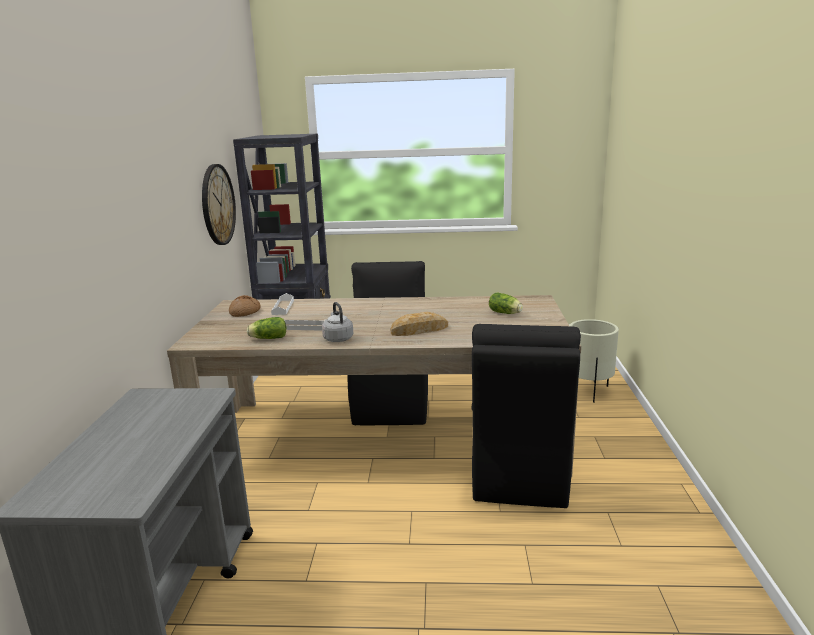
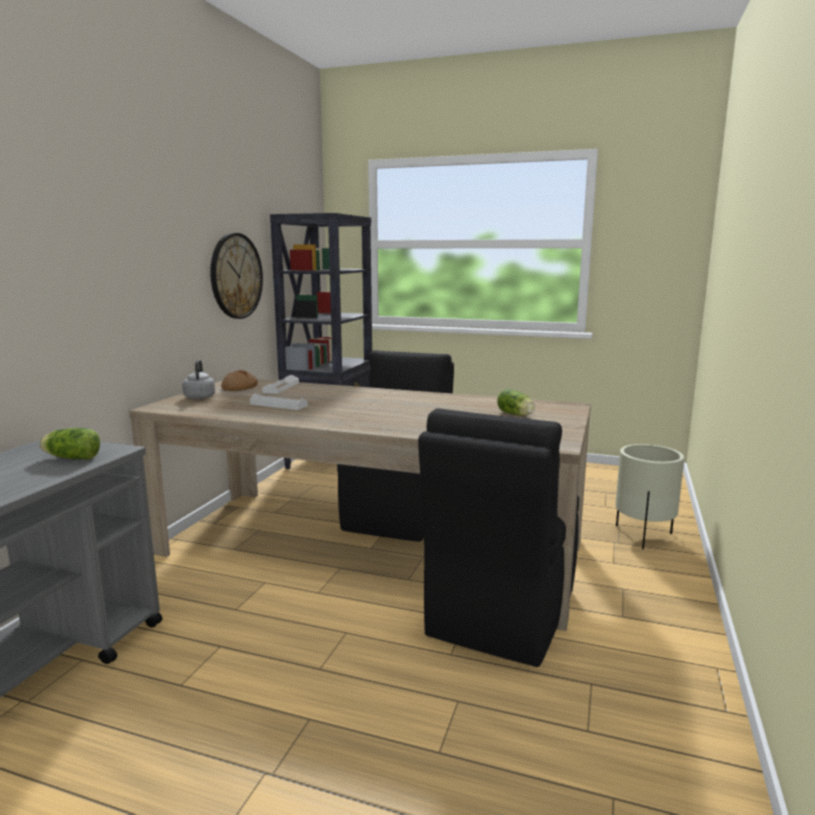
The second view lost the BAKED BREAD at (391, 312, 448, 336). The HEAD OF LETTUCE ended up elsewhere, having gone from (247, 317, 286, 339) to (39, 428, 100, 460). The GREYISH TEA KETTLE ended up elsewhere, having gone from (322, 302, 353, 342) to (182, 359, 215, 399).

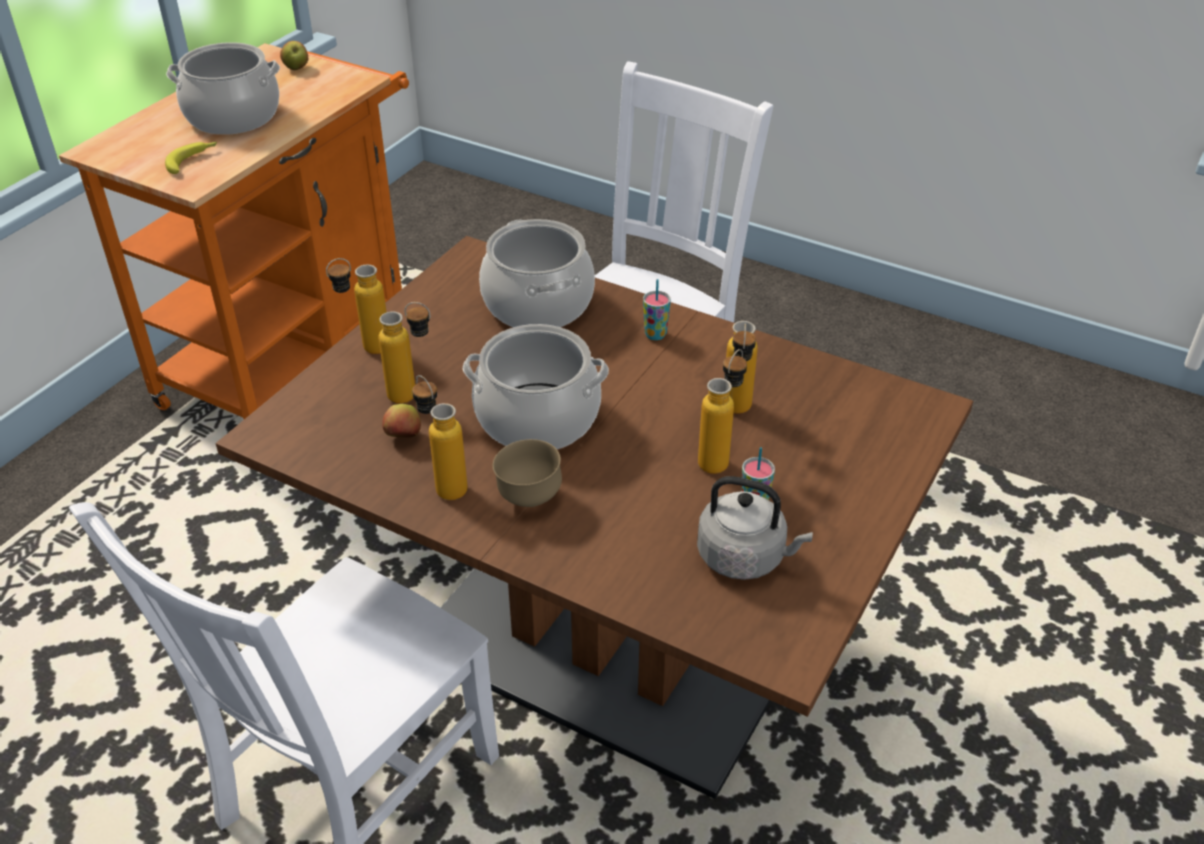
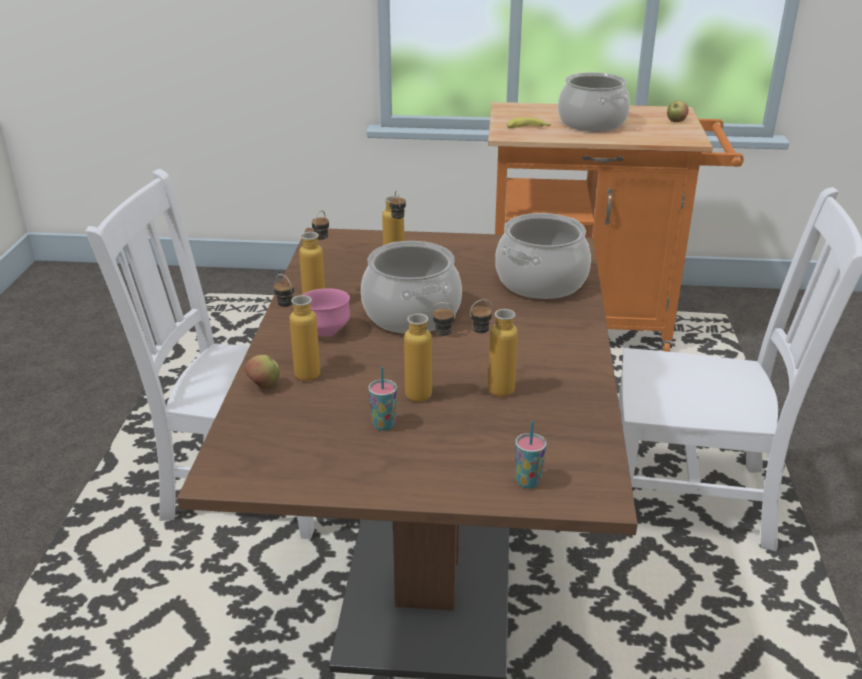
The second view lost the GREYISH TEA KETTLE at (697, 476, 813, 580). The DRINK BOTTLE ended up elsewhere, having gone from (326, 258, 386, 354) to (274, 274, 320, 381). The WHOLE APPLE ended up elsewhere, having gone from (382, 404, 421, 438) to (245, 355, 280, 389). The SMALL CUP ended up elsewhere, having gone from (643, 279, 671, 340) to (515, 421, 547, 488). What was the BROWNISH DEEP DISH at (493, 439, 562, 507) turned into the PINK DEEP DISH at (302, 288, 350, 337).

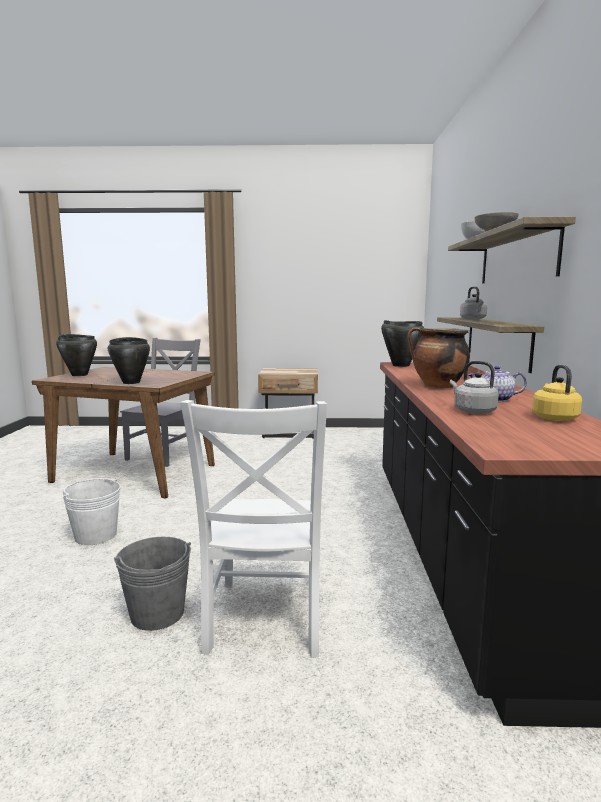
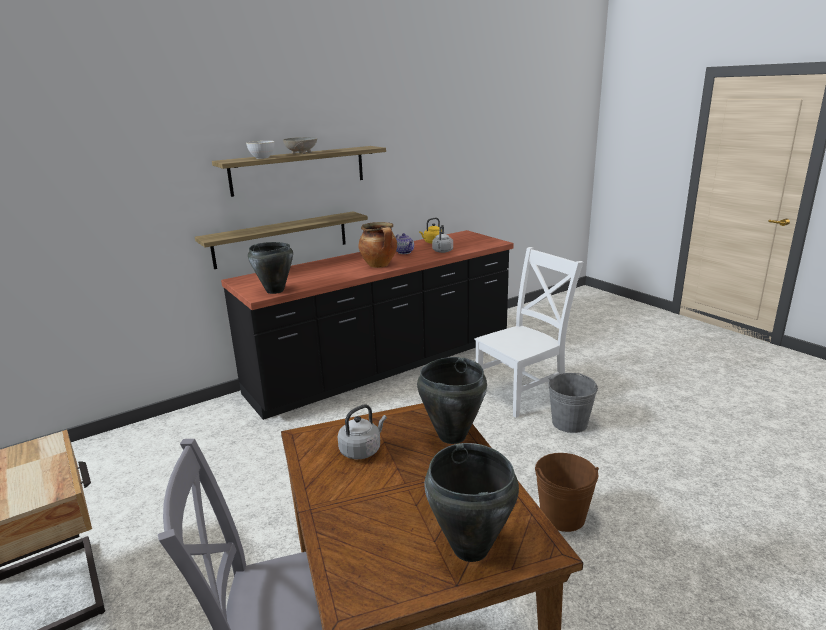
The GREYISH TEA KETTLE ended up elsewhere, having gone from (460, 287, 487, 320) to (338, 404, 387, 459). What was the WHITISH WATER BUCKET at (62, 478, 121, 545) turned into the BROWNISH WATER BUCKET at (535, 453, 599, 532).

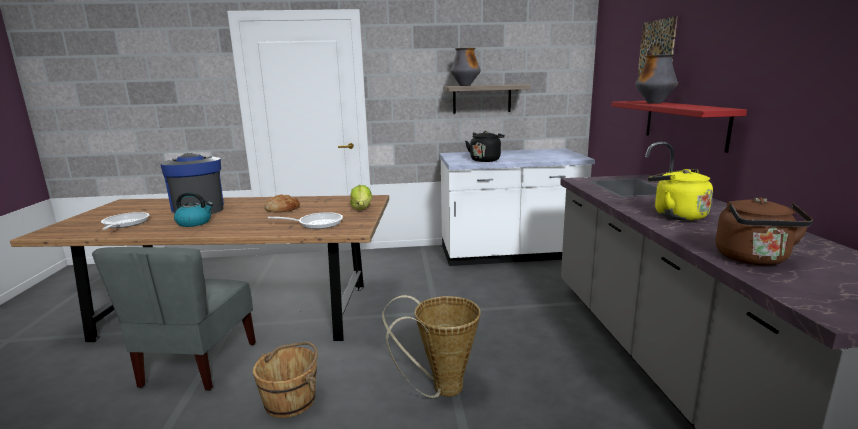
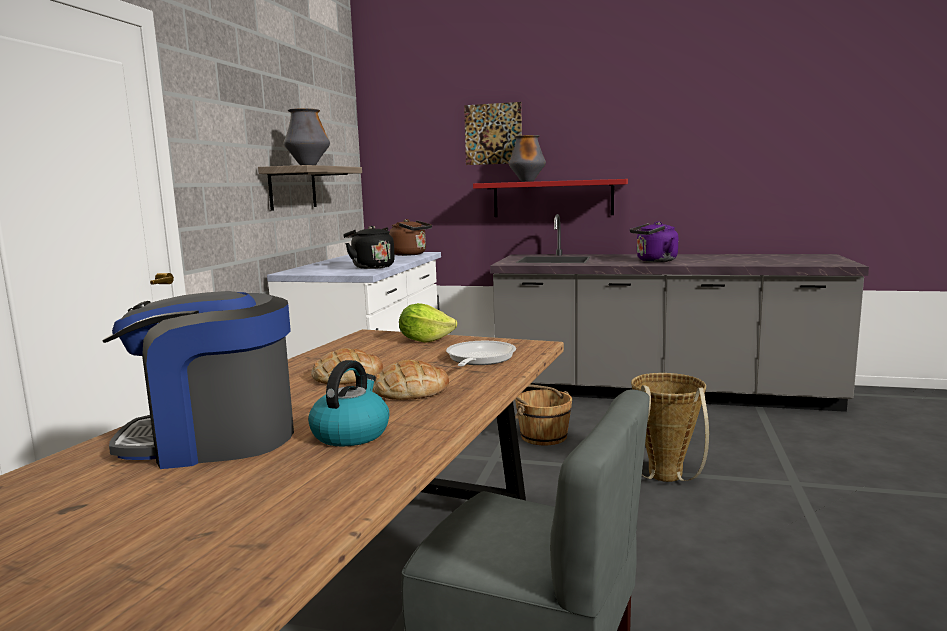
The second view lost the SKILLET at (101, 212, 149, 230). The second view gained the BAKED BREAD at (373, 360, 449, 400). The BROWNISH WATER BUCKET ended up elsewhere, having gone from (253, 341, 318, 418) to (515, 384, 572, 445). The BROWNISH TEA KETTLE ended up elsewhere, having gone from (716, 197, 813, 266) to (389, 219, 432, 256). What was the YELLOW TEA KETTLE at (648, 169, 713, 221) turned into the PURPLISH TEA KETTLE at (630, 221, 678, 262).

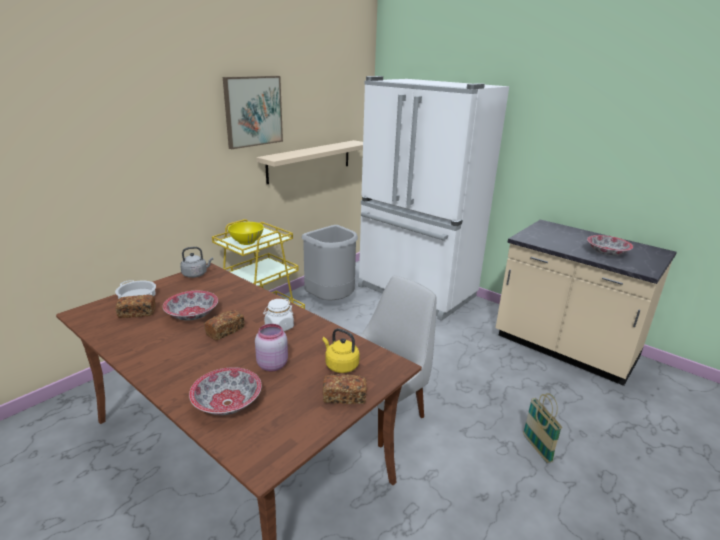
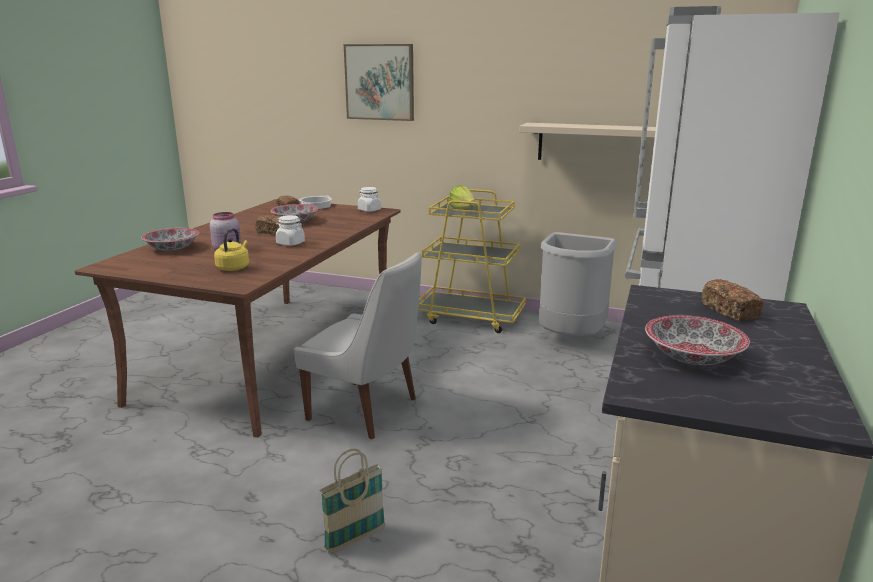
The WALL ART ended up elsewhere, having gone from (223, 76, 283, 149) to (344, 44, 414, 121). The BAKED BREAD ended up elsewhere, having gone from (323, 374, 367, 404) to (702, 279, 763, 321). Where the GREYISH TEA KETTLE stood at (180, 247, 213, 278), the WHITISH JAR came to stand at (358, 187, 381, 212). Where the YELLOW DEEP DISH stood at (228, 222, 264, 245), the HEAD OF LETTUCE came to stand at (449, 185, 475, 210).

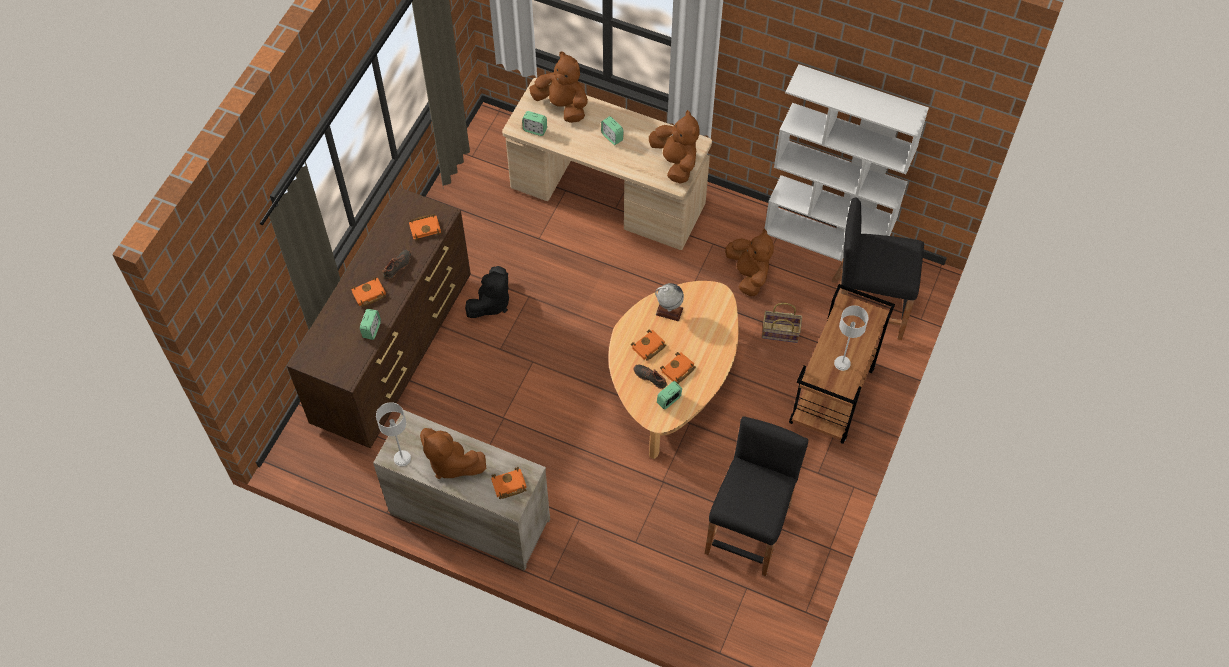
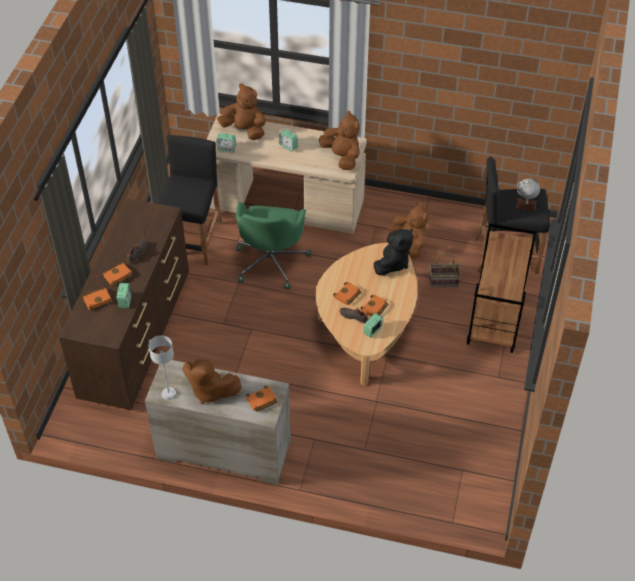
The second view lost the WHITISH BOOKCASE at (765, 64, 929, 261). The second view lost the GREYISH TABLE LAMP at (834, 305, 869, 371). The second view gained the GREENISH DESK CHAIR at (236, 202, 311, 290). The ORANGE BOUND BOOK ended up elsewhere, having gone from (409, 214, 441, 241) to (83, 287, 111, 310). The BLACK CUDDLY TOY ended up elsewhere, having gone from (465, 266, 509, 318) to (374, 228, 413, 275). The GLOBE ended up elsewhere, having gone from (655, 283, 684, 322) to (516, 178, 540, 211). The BLACK STOOL SEAT ended up elsewhere, having gone from (705, 417, 808, 576) to (157, 135, 222, 265).

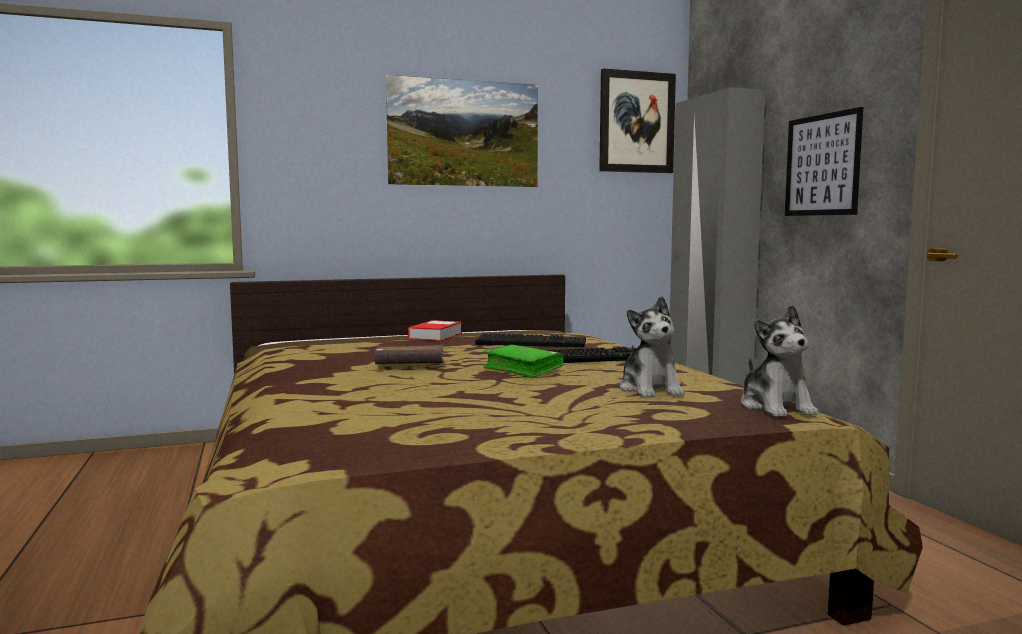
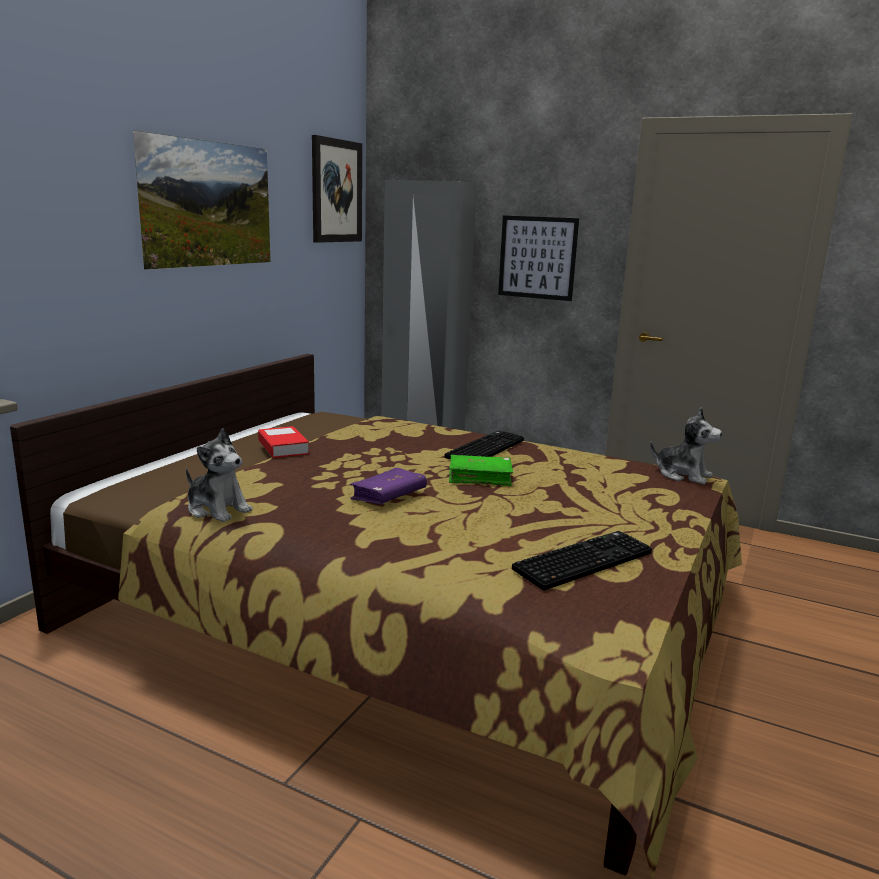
The PC KEYBOARD ended up elsewhere, having gone from (475, 333, 586, 347) to (512, 531, 652, 591). The CUDDLY TOY ended up elsewhere, having gone from (620, 296, 684, 398) to (186, 428, 252, 522). What was the BROWNISH BOUND BOOK at (374, 345, 444, 364) turned into the PURPLISH BOUND BOOK at (349, 467, 427, 504).

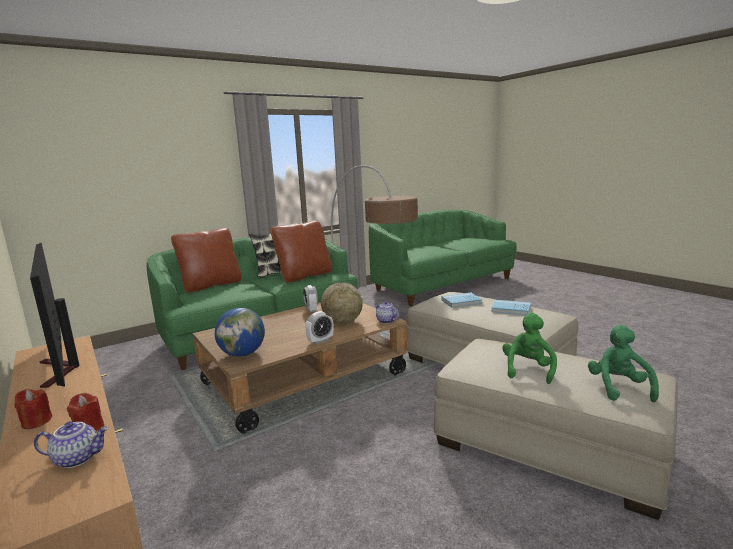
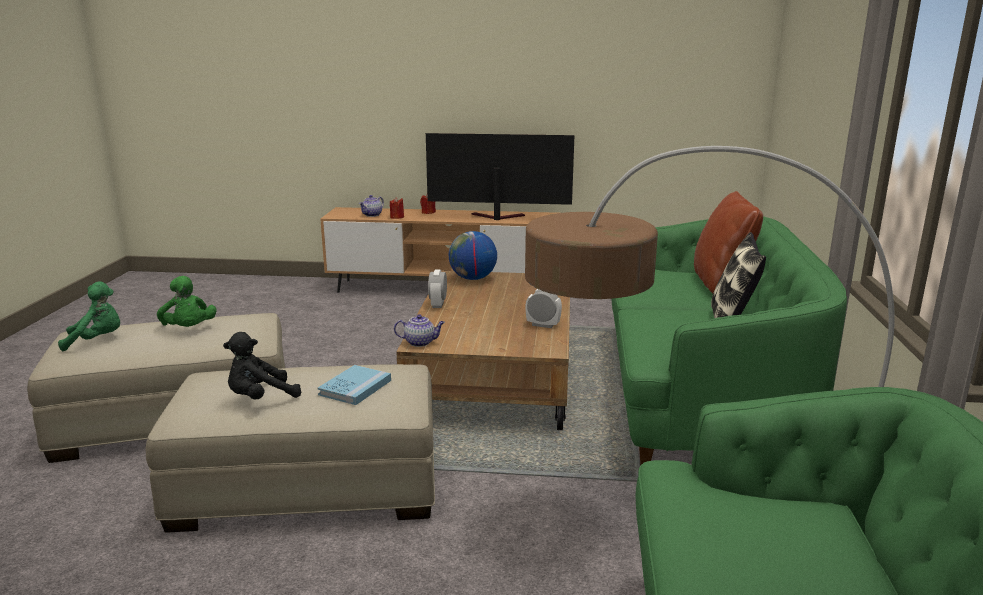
The second view lost the BROWNISH PILLOW at (270, 221, 332, 283). The second view lost the GLOBE at (321, 282, 363, 324). Where the BLUISH BOUND BOOK stood at (491, 300, 531, 315), the BLACK CUDDLY TOY came to stand at (223, 332, 301, 399). The GREENISH CUDDLY TOY at (588, 325, 659, 402) ended up facing another way, 60 degrees counterclockwise from before.

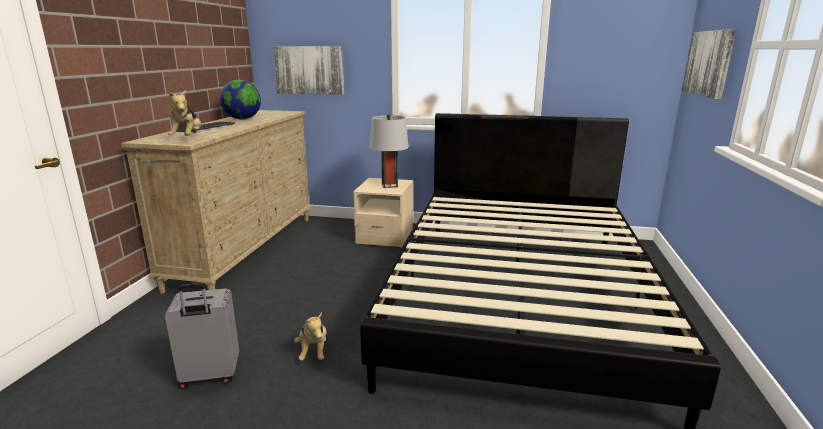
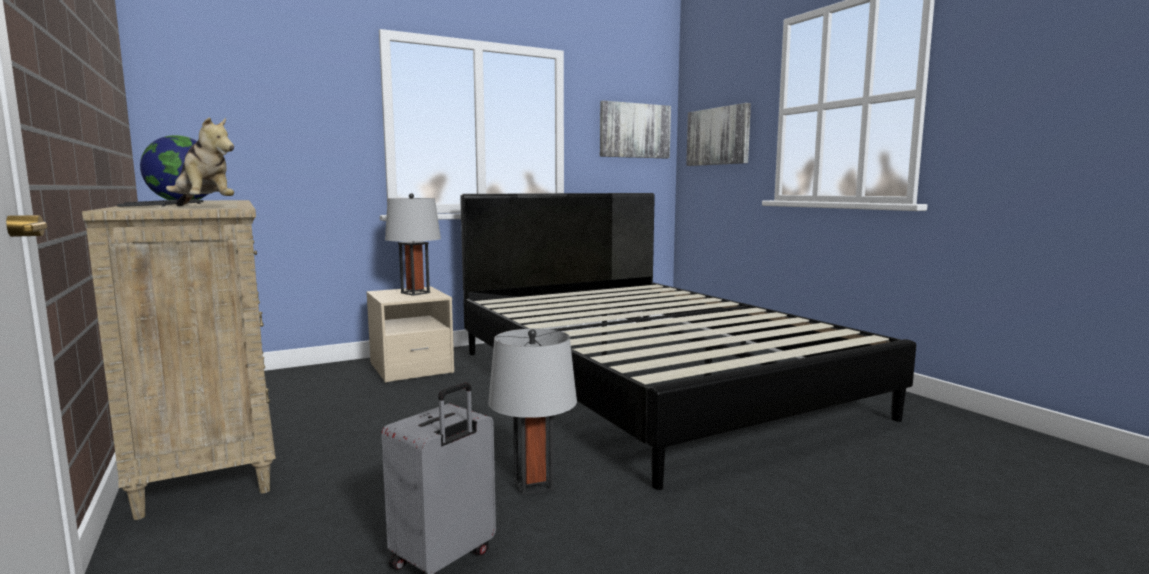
The WALL ART ended up elsewhere, having gone from (273, 46, 344, 95) to (600, 101, 671, 158). Where the CUDDLY TOY stood at (294, 312, 327, 361), the GREYISH TABLE LAMP came to stand at (488, 329, 577, 495).

